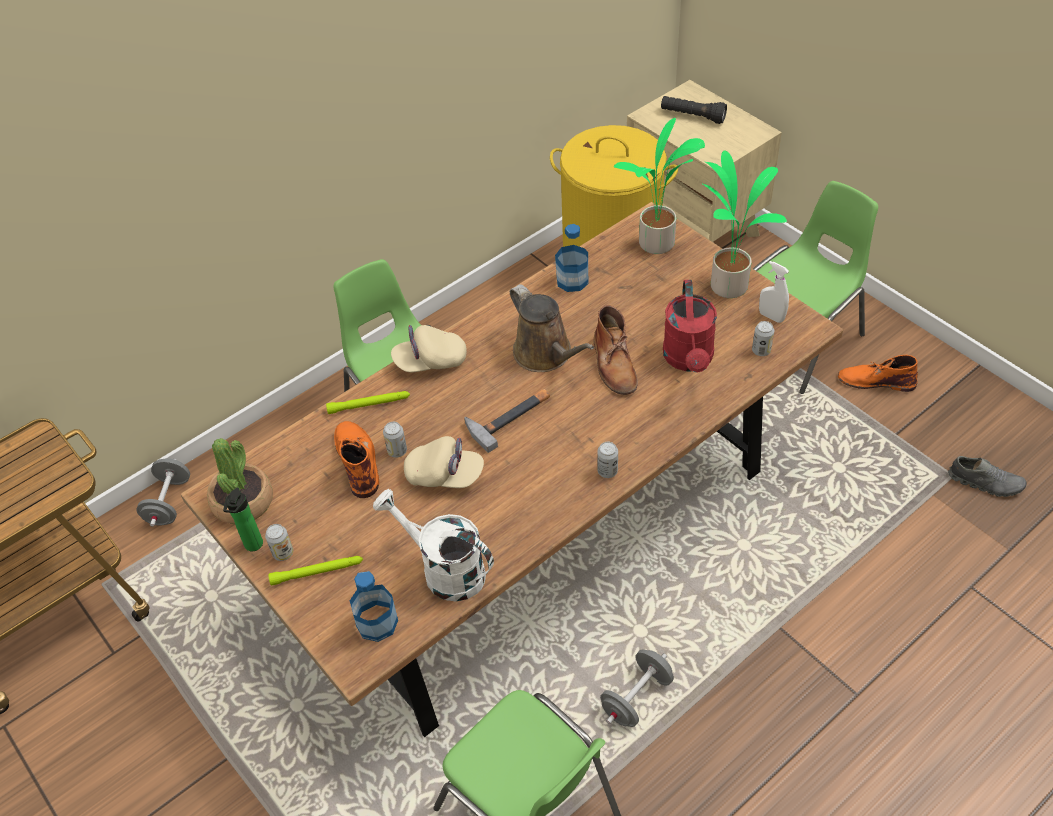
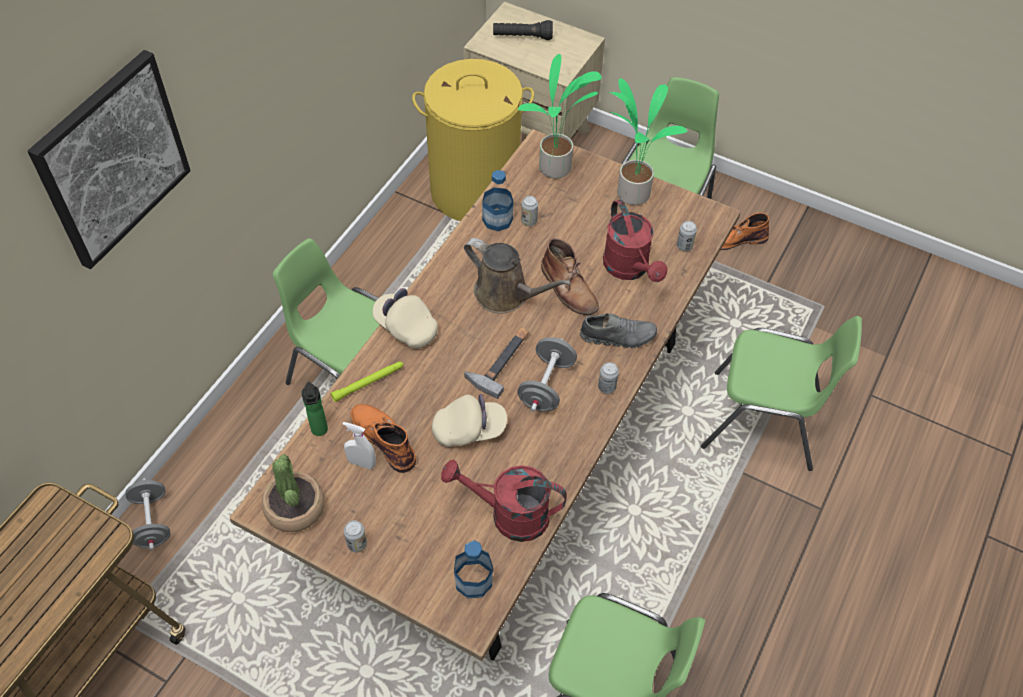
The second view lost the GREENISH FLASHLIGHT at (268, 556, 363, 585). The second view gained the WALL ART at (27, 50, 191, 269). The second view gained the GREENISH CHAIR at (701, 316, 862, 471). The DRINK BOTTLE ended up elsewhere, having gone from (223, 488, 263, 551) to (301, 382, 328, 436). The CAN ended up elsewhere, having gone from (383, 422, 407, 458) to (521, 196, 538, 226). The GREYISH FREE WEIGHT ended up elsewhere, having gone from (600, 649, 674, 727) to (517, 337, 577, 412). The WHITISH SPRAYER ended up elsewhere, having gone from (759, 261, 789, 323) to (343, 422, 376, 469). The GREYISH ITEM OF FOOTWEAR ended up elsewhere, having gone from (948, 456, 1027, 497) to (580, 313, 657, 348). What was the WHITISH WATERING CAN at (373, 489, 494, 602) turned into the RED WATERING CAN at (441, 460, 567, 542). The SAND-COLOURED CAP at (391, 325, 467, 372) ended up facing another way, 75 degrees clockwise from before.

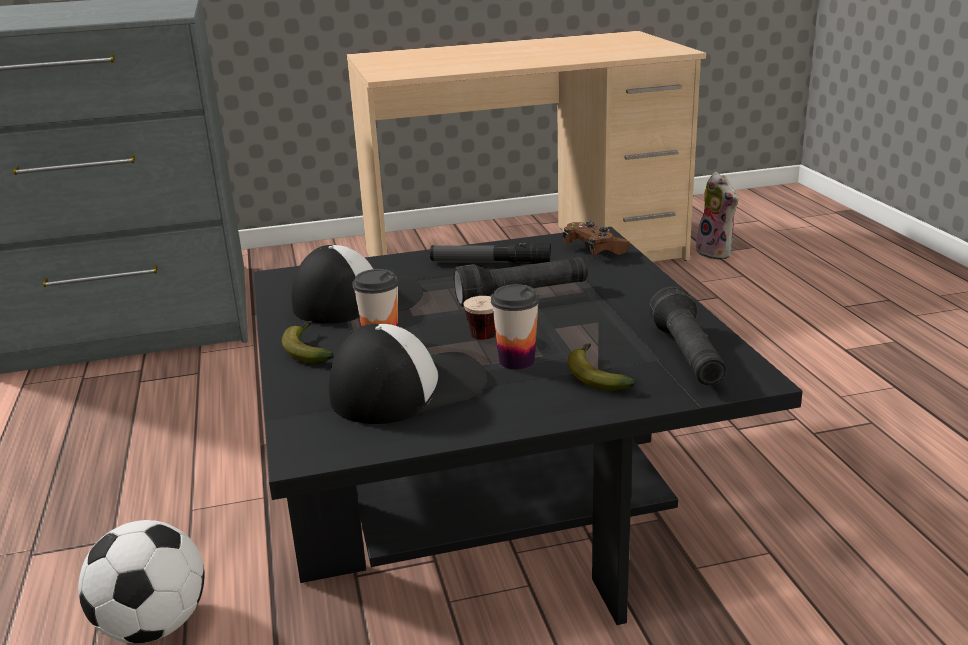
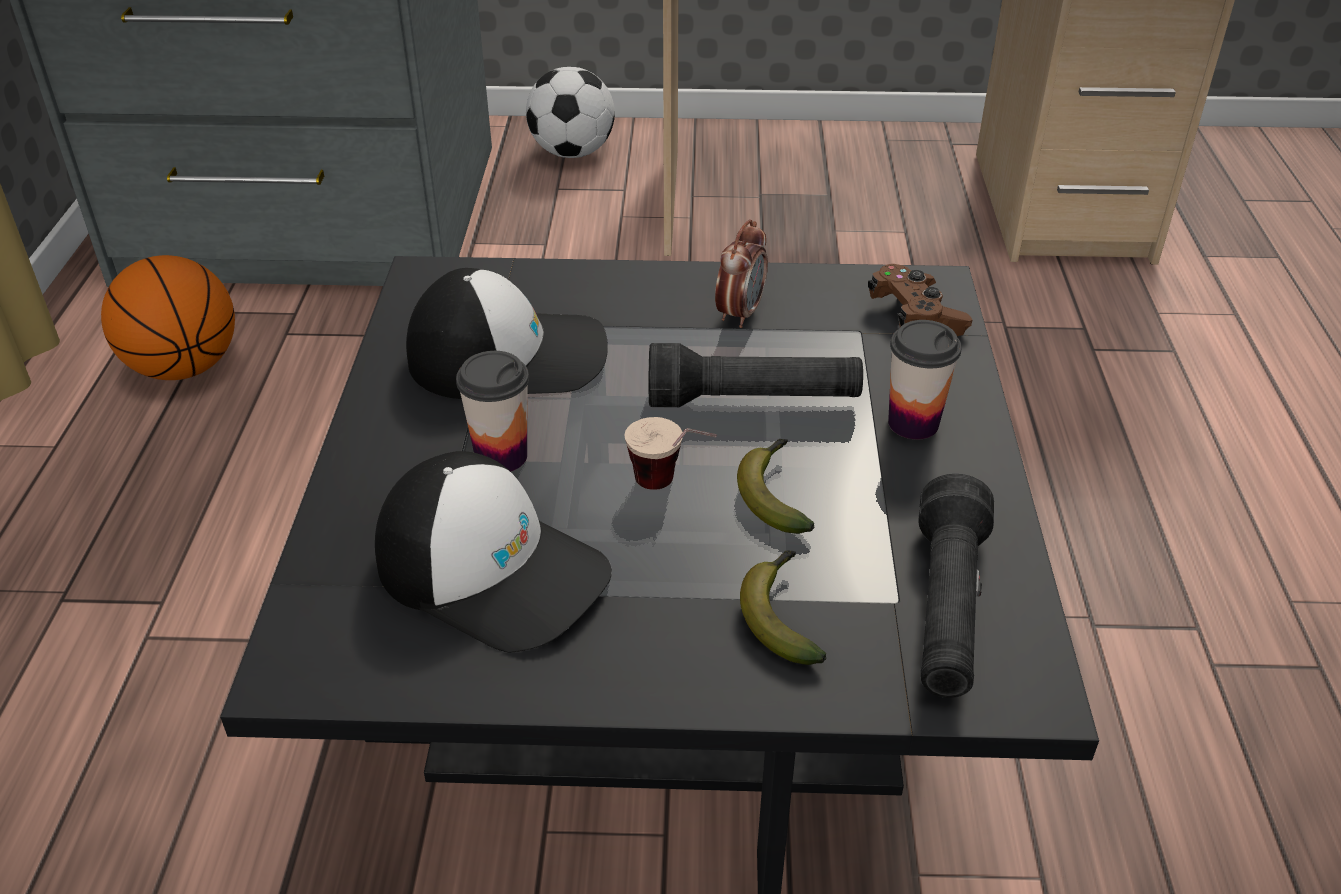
The second view lost the CUDDLY TOY at (696, 172, 738, 260). The second view gained the BASKETBALL at (101, 255, 235, 380). The FOOTBALL BALL ended up elsewhere, having gone from (78, 520, 205, 643) to (526, 67, 615, 158). The BANANA FRUIT ended up elsewhere, having gone from (282, 321, 334, 364) to (737, 439, 814, 534). The SMALL CUP ended up elsewhere, having gone from (491, 284, 540, 370) to (888, 320, 962, 439). Where the FLASHLIGHT stood at (430, 243, 551, 264), the BEDSIDE CLOCK came to stand at (715, 219, 768, 328). The CAP at (329, 324, 487, 424) ended up facing another way, 45 degrees clockwise from before.

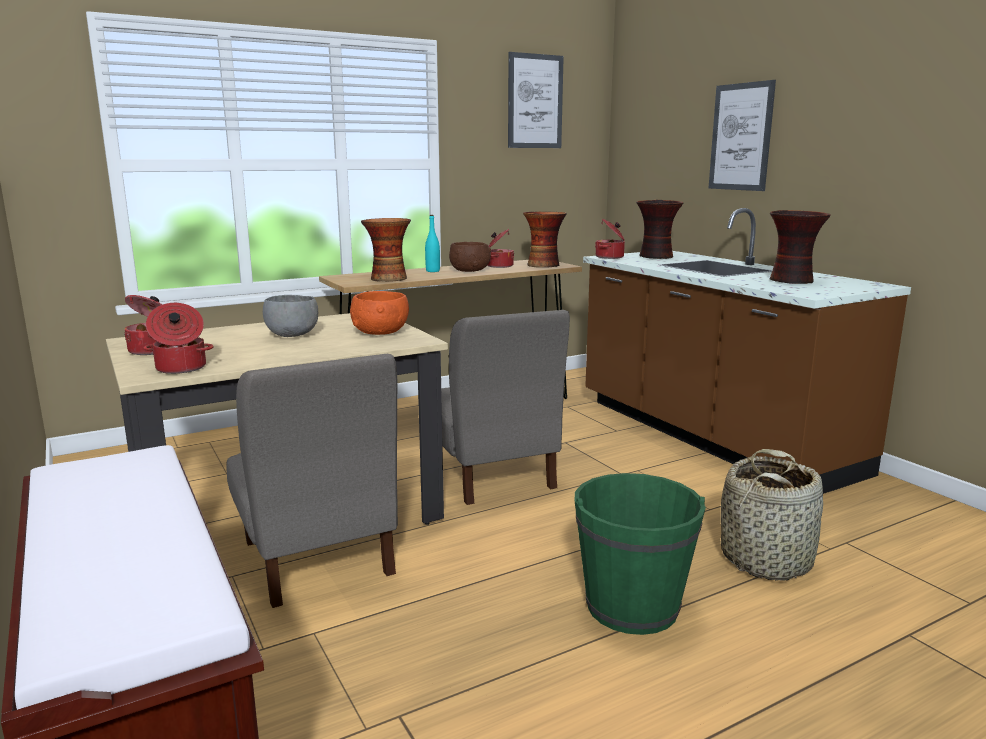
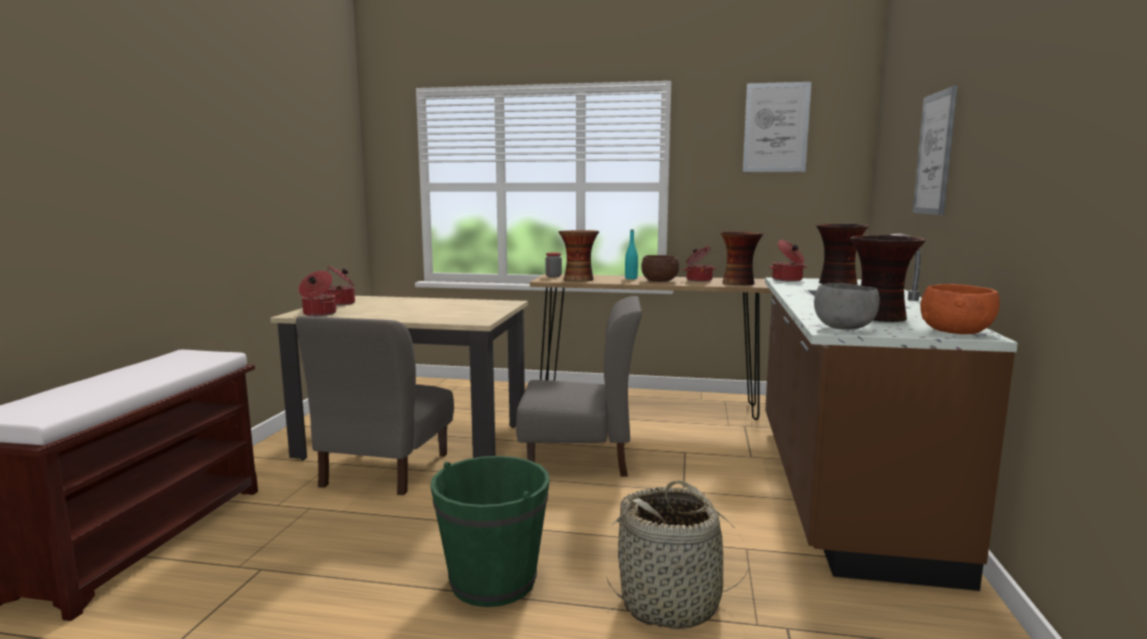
The second view gained the JAR at (545, 252, 562, 277). The GREYISH DEEP DISH ended up elsewhere, having gone from (263, 295, 318, 337) to (814, 283, 880, 330). The ORANGE DEEP DISH ended up elsewhere, having gone from (350, 291, 409, 335) to (920, 284, 1000, 334). The GREYISH CHAIR at (441, 310, 570, 505) ended up facing another way, 105 degrees counterclockwise from before.

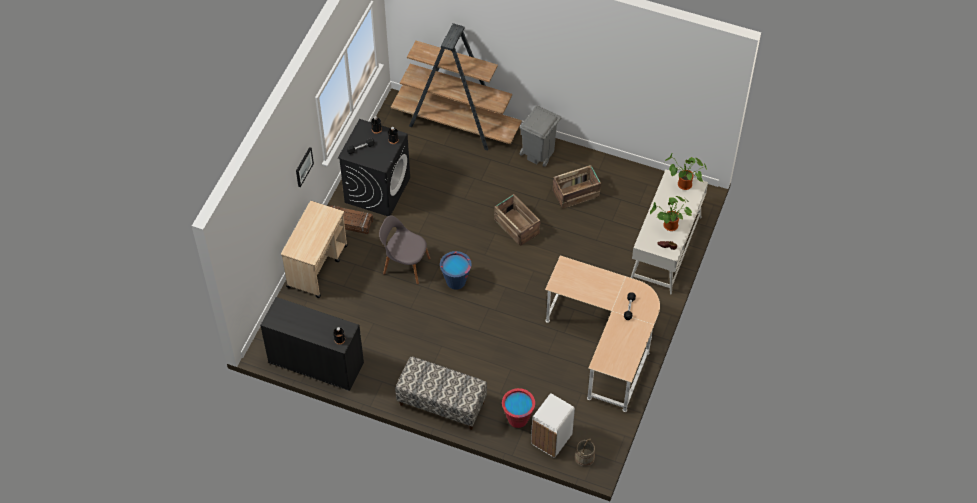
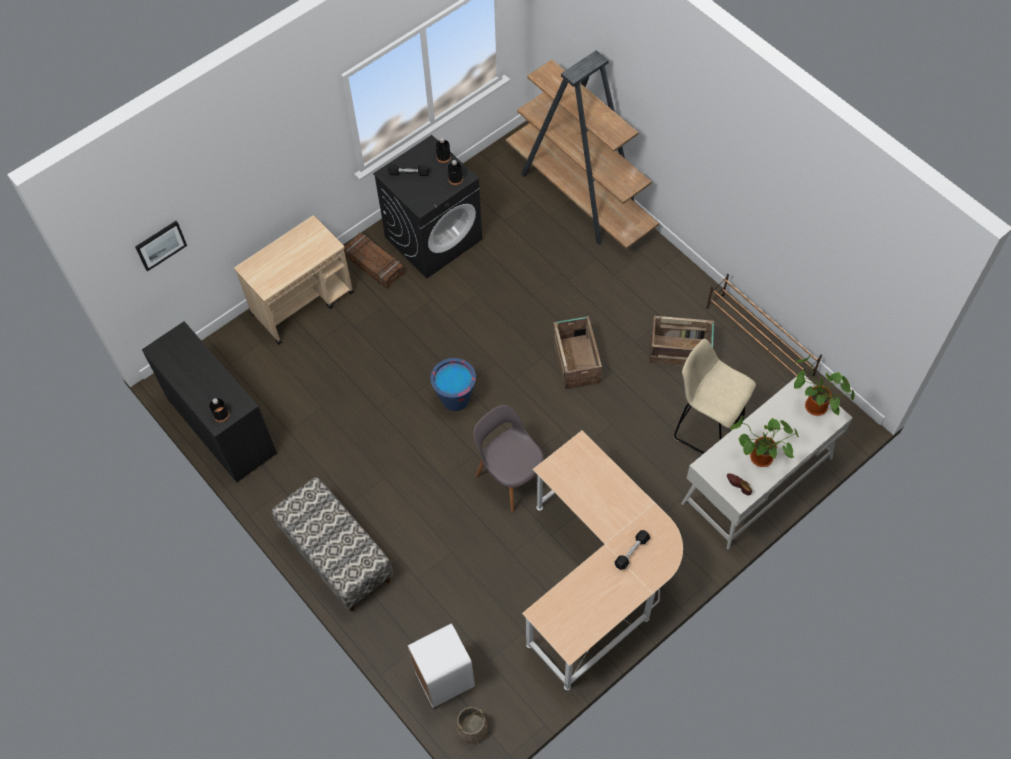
The second view lost the RED WATER BUCKET at (502, 388, 535, 428). The second view lost the GREYISH RUBBISH BIN at (520, 106, 562, 167). The second view gained the SAND-COLOURED STOOL SEAT at (674, 339, 756, 454). The second view gained the BROWNISH SHOE RACK at (706, 274, 822, 379). The WALL ART ended up elsewhere, having gone from (296, 147, 314, 187) to (135, 221, 187, 272). The GREYISH CHAIR ended up elsewhere, having gone from (379, 215, 430, 285) to (474, 405, 544, 512).

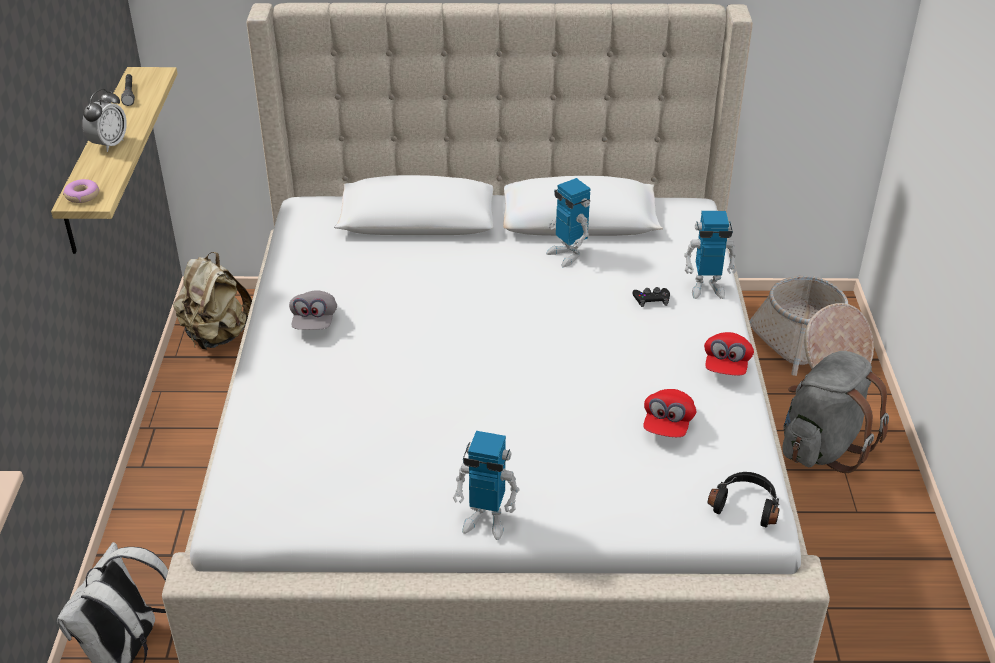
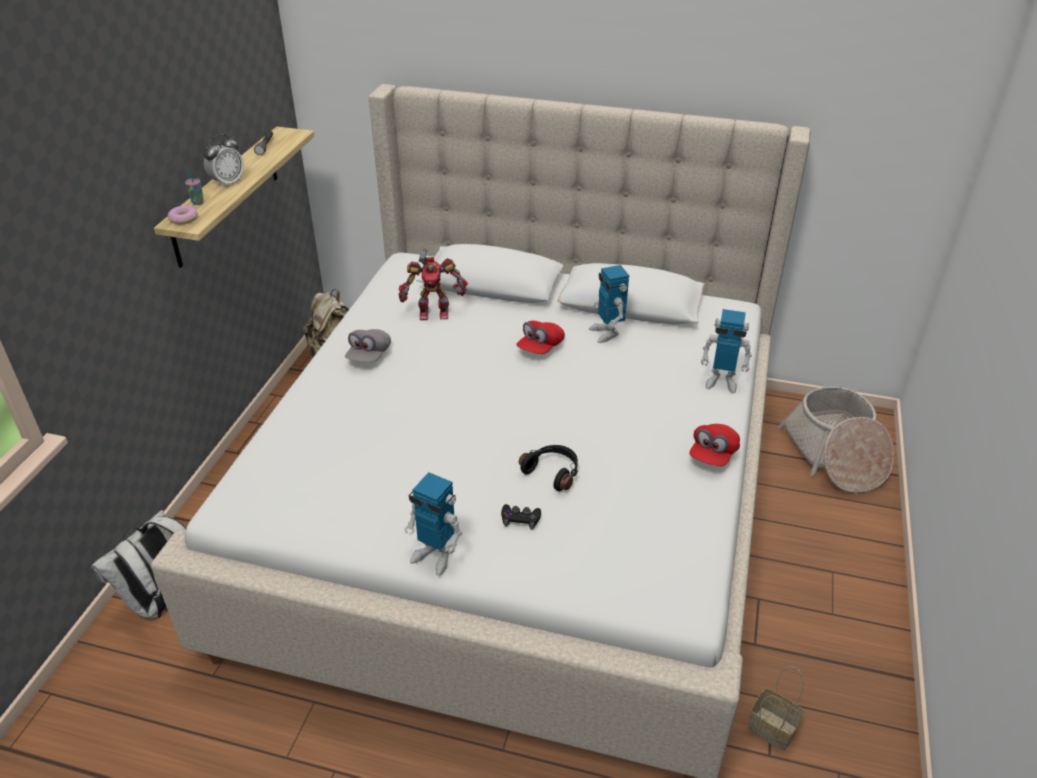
The second view lost the GREYISH KNAPSACK at (782, 351, 889, 473). The second view gained the SMALL CUP at (185, 170, 204, 205). The second view gained the TOY ROBOT at (399, 248, 468, 320). The second view gained the HOUSEHOLD BASKET at (748, 666, 805, 751). The BLACK GAMEPAD ended up elsewhere, having gone from (633, 287, 670, 307) to (501, 504, 541, 530). The RED CAP ended up elsewhere, having gone from (643, 389, 696, 437) to (516, 321, 565, 354). The BLACK HEADSET ended up elsewhere, having gone from (708, 472, 780, 527) to (519, 445, 578, 492).

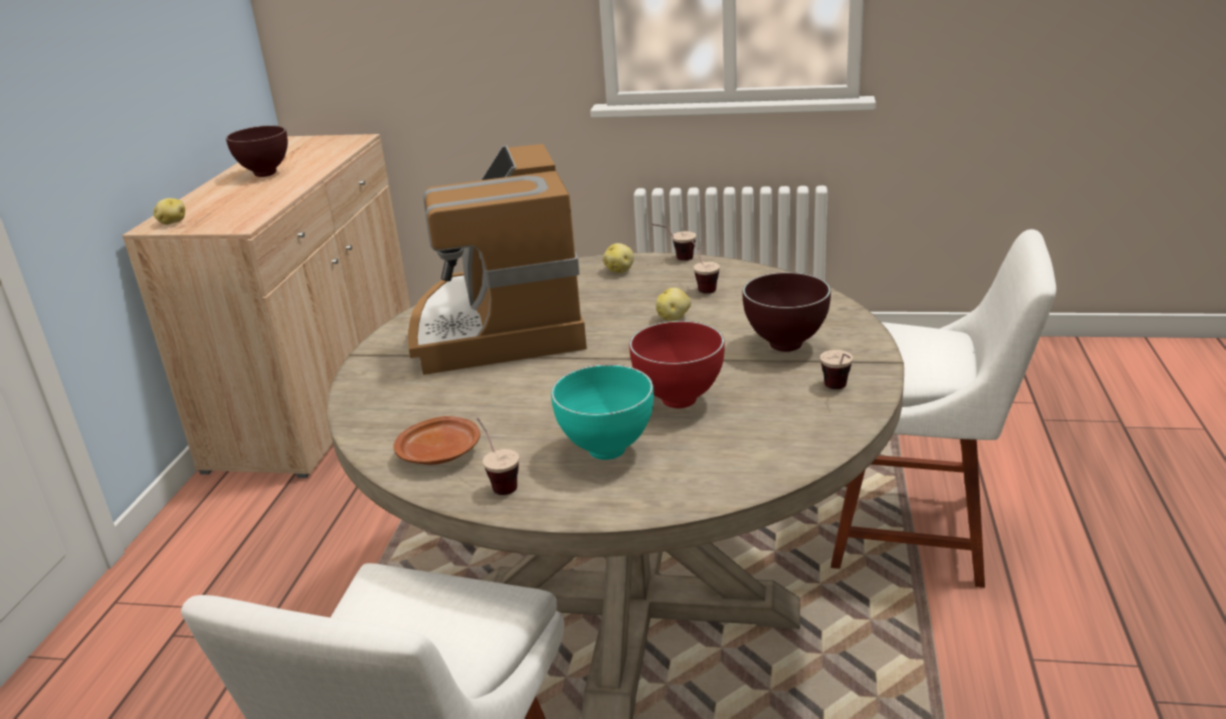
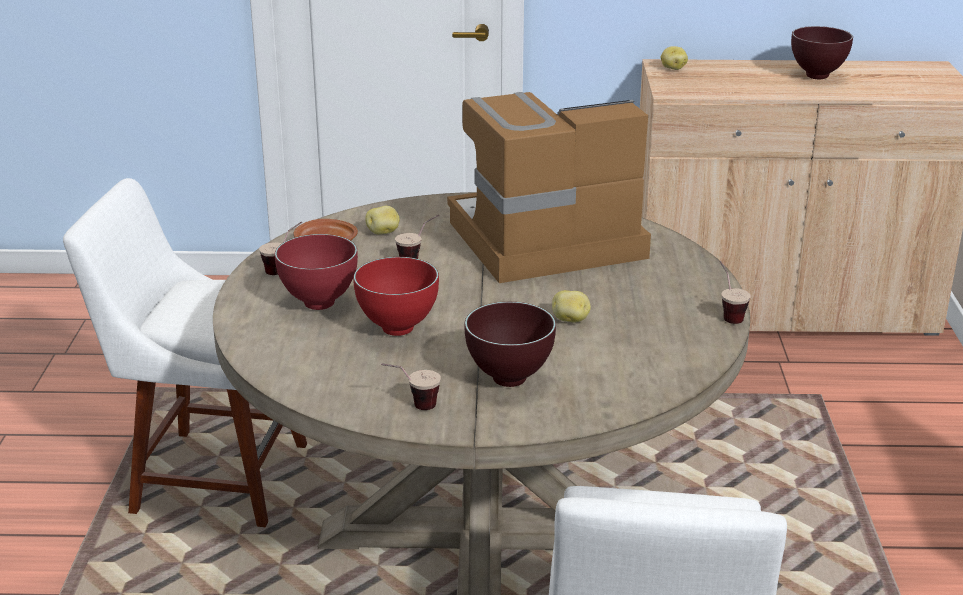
The POTATO ended up elsewhere, having gone from (603, 243, 634, 273) to (365, 206, 400, 235). The SMALL CUP ended up elsewhere, having gone from (690, 239, 720, 293) to (395, 214, 439, 259). What was the TURQUOISE DEEP DISH at (551, 364, 654, 460) turned into the RED DEEP DISH at (275, 234, 358, 310).

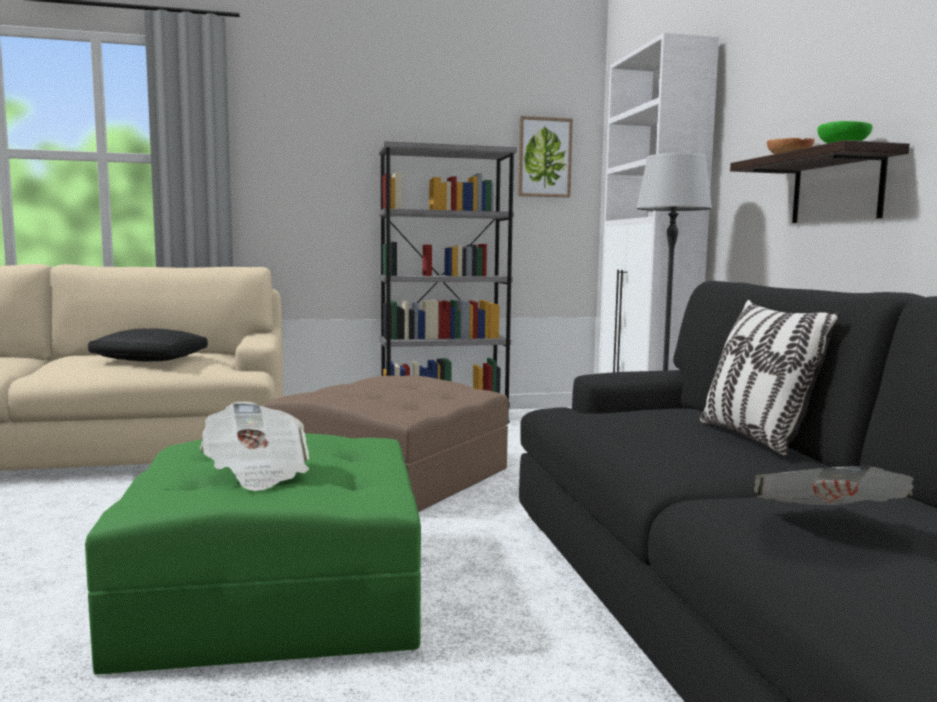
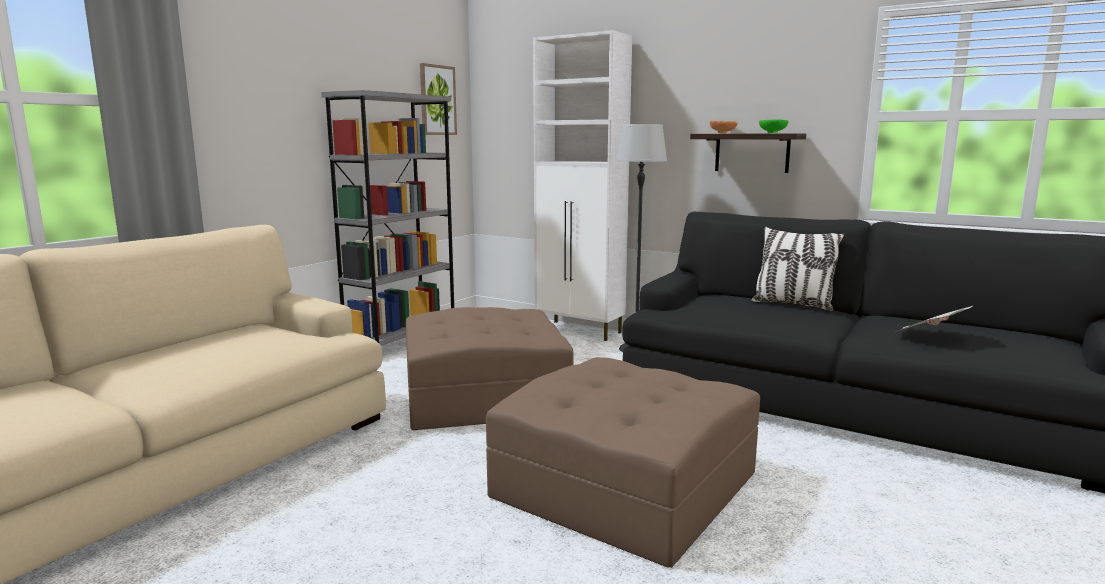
The second view lost the BLACK PILLOW at (88, 328, 208, 362). The second view lost the NEWSPAPER at (200, 401, 309, 491). What was the GREENISH POUFFE at (85, 434, 421, 675) turned into the BROWNISH POUFFE at (486, 357, 760, 568).

